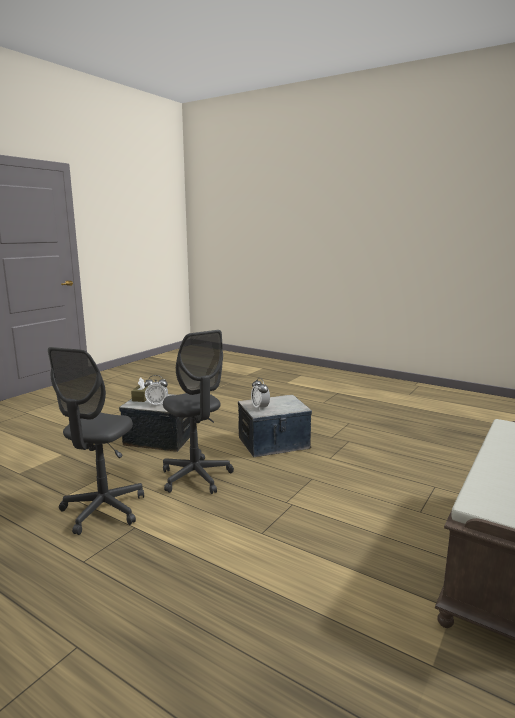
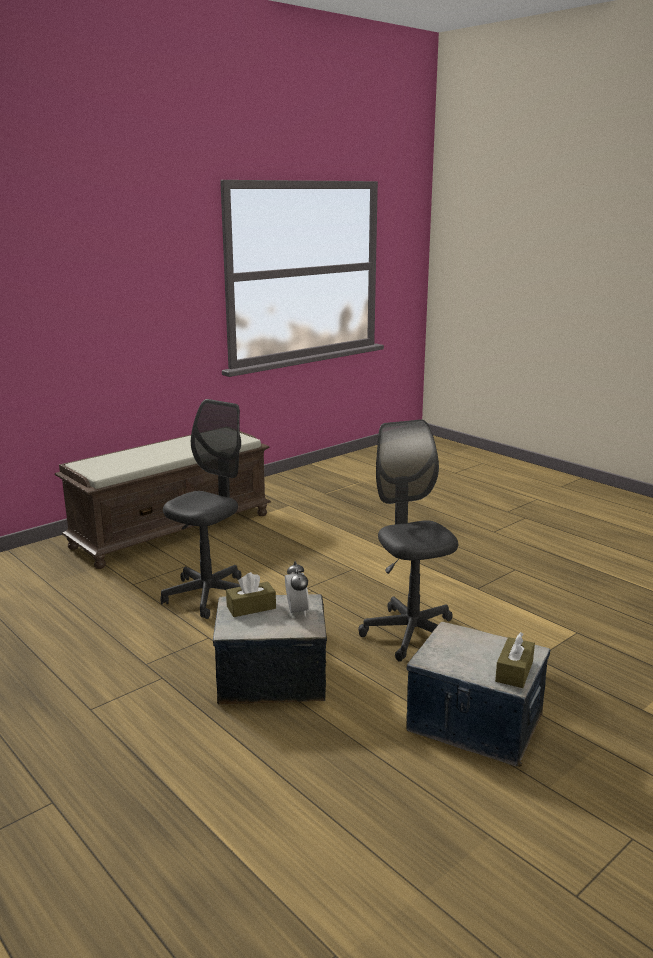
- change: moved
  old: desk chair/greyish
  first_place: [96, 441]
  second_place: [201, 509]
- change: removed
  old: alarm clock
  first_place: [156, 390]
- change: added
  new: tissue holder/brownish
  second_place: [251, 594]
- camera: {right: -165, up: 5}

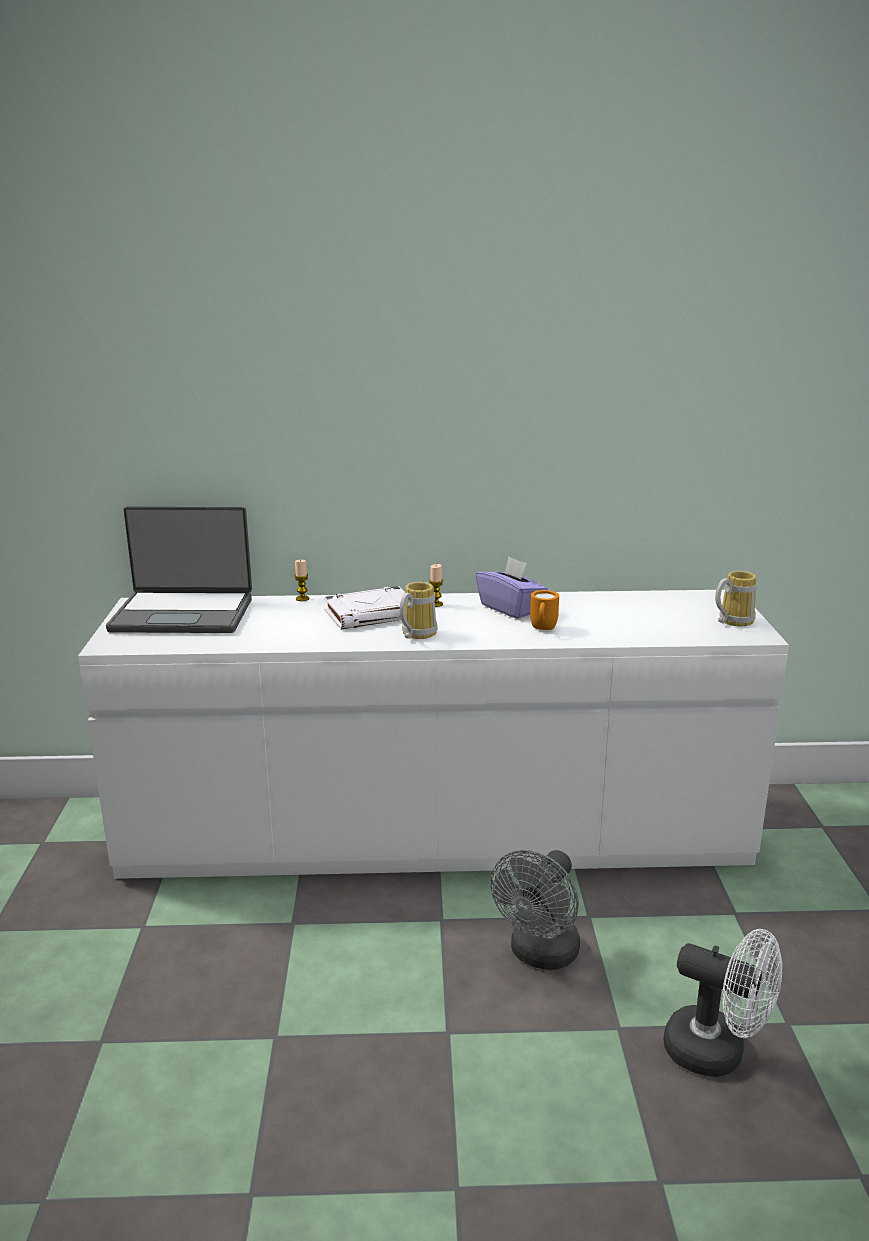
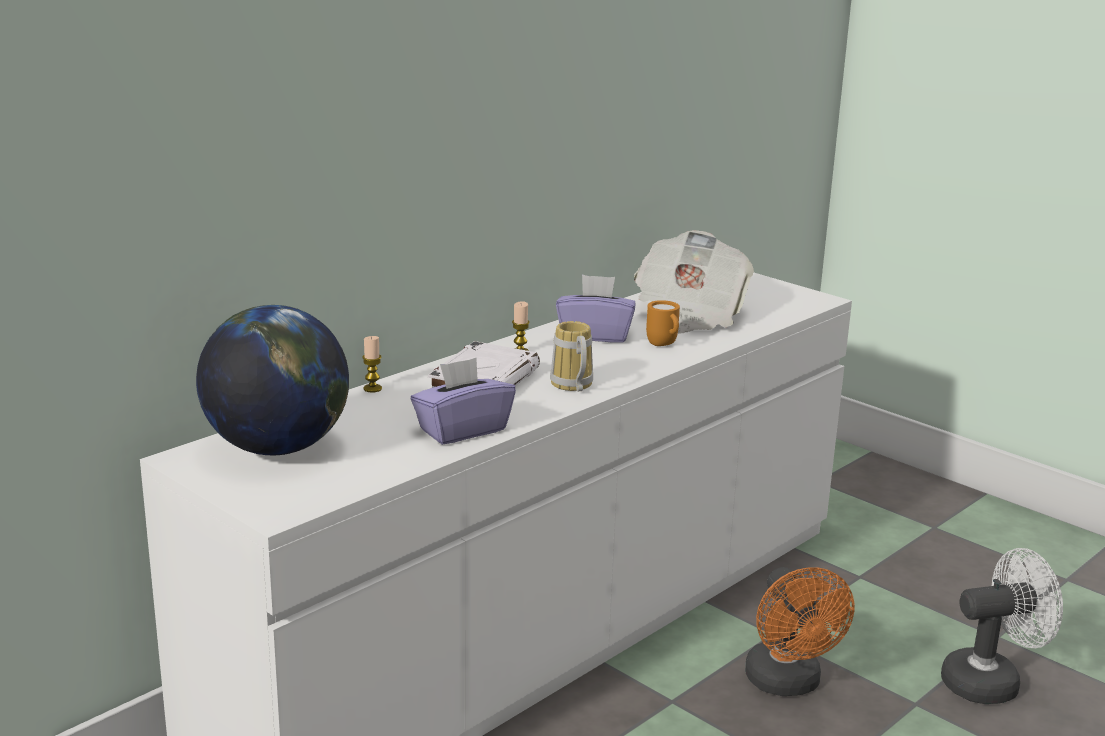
- change: replaced
  old: notebook computer
  new: desk globe
  first_place: [179, 569]
  second_place: [272, 380]
- change: removed
  old: tea mug
  first_place: [736, 598]
- change: recoloured
  old: electric fan/greyish
  new: electric fan/orangey
  first_place: [535, 910]
  second_place: [800, 631]
- change: added
  new: daily paper
  second_place: [694, 282]
- change: added
  new: tissue holder/purplish
  second_place: [463, 401]
- camera: {right: -45, up: 0}

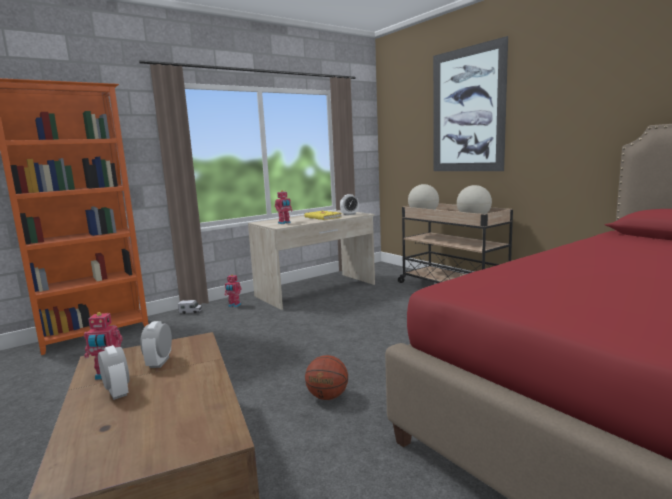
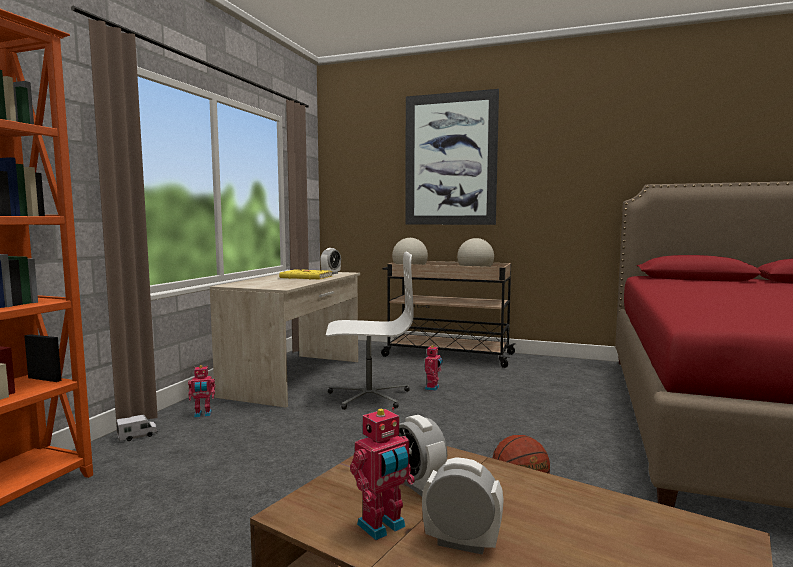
- change: moved
  old: model robot
  first_place: [284, 207]
  second_place: [434, 368]
- change: added
  new: desk chair/white
  second_place: [370, 331]
- camera: {right: -35, up: -5}

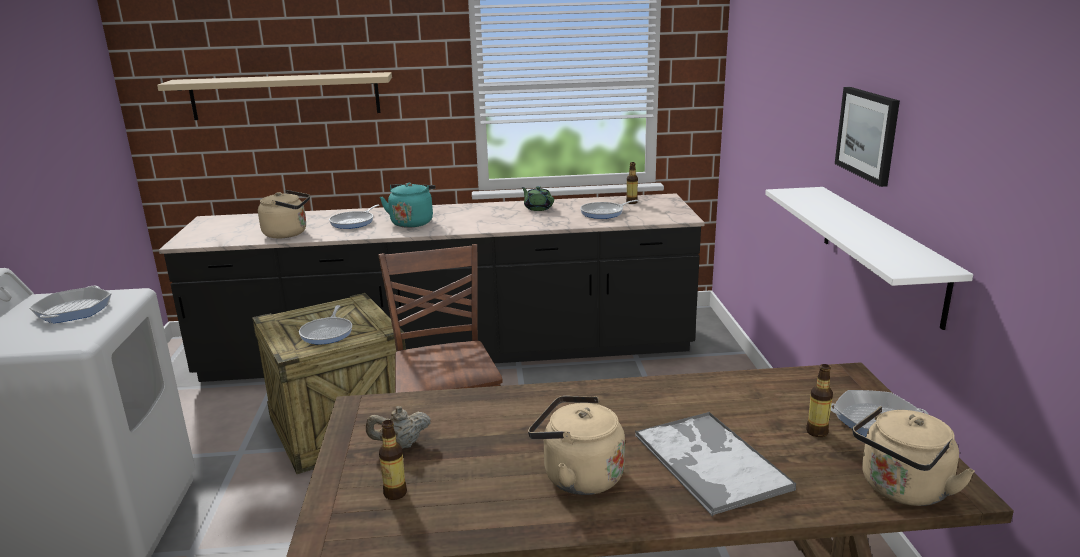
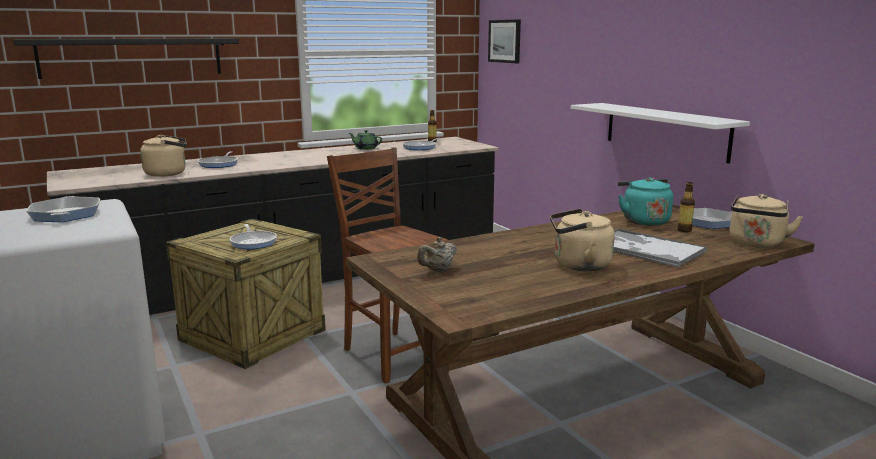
- change: recoloured
  old: wall shelf/beige
  new: wall shelf/blackish
  first_place: [274, 96]
  second_place: [126, 58]
- change: moved
  old: wall art
  first_place: [867, 137]
  second_place: [504, 41]
- change: moved
  old: kettle/blue-green
  first_place: [408, 205]
  second_place: [645, 201]
- change: removed
  old: beverage bottle
  first_place: [393, 460]
- camera: {right: -25, up: -5}

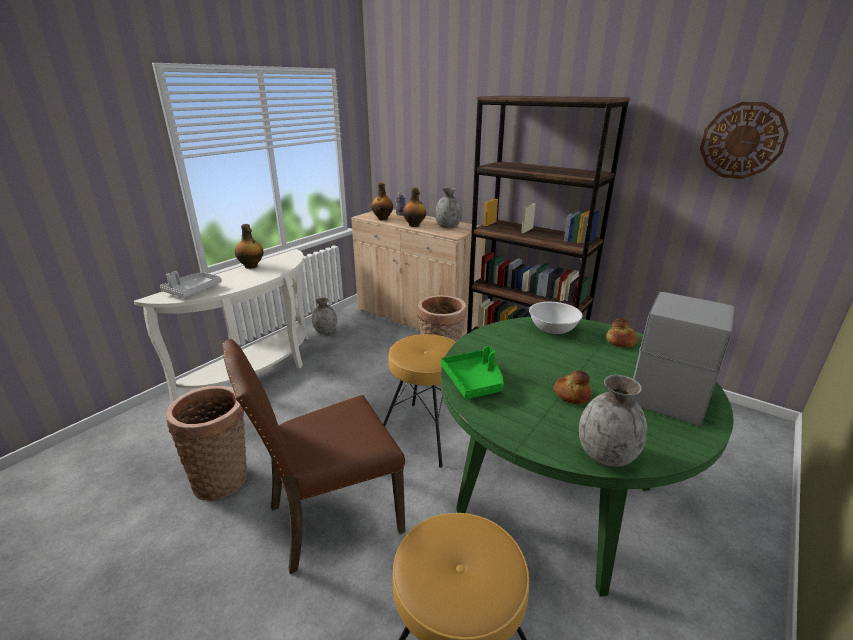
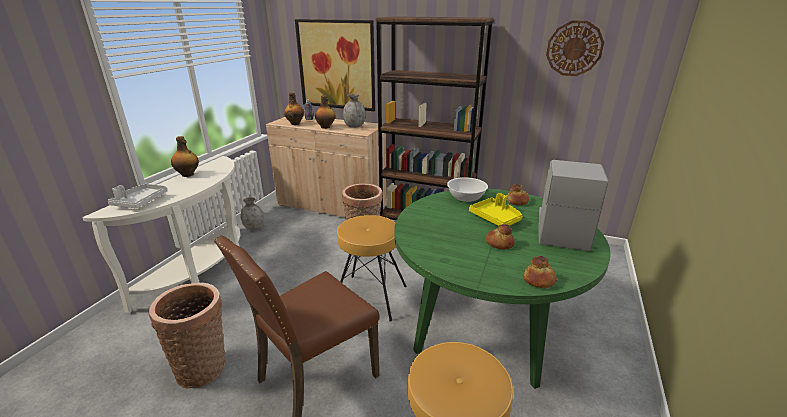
- change: removed
  old: serving tray/greenish
  first_place: [472, 372]
- change: replaced
  old: flower vase/greyish
  new: bakery bread
  first_place: [613, 421]
  second_place: [540, 272]
- change: added
  new: wall art
  second_place: [335, 65]
- change: added
  new: serving tray/yellow-coloured
  second_place: [495, 209]
- camera: {right: -15, up: 0}

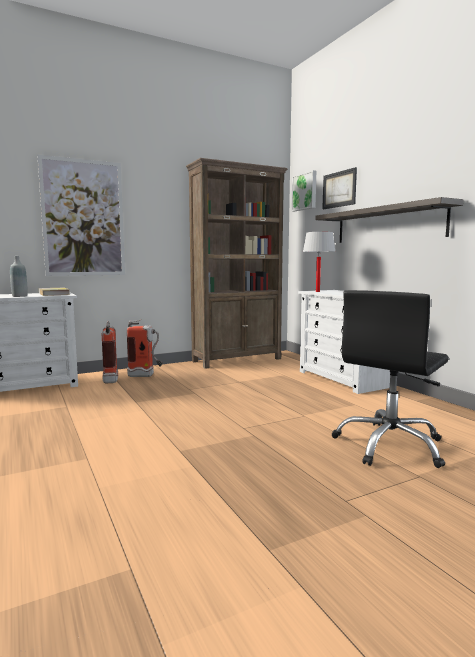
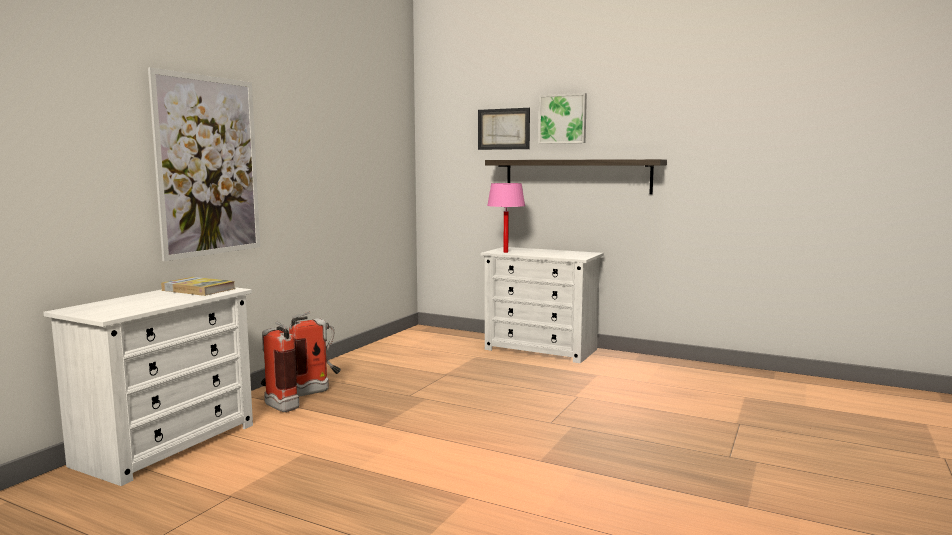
- change: removed
  old: bookshelf/brownish
  first_place: [237, 263]
- change: moved
  old: wall art
  first_place: [303, 190]
  second_place: [563, 118]
- change: recoloured
  old: tabletop lamp/white
  new: tabletop lamp/pinkish
  first_place: [319, 262]
  second_place: [506, 218]
- change: removed
  old: beverage bottle/greyish
  first_place: [19, 276]
- change: removed
  old: desk chair/blackish
  first_place: [390, 379]
- camera: {right: -35, up: 0}

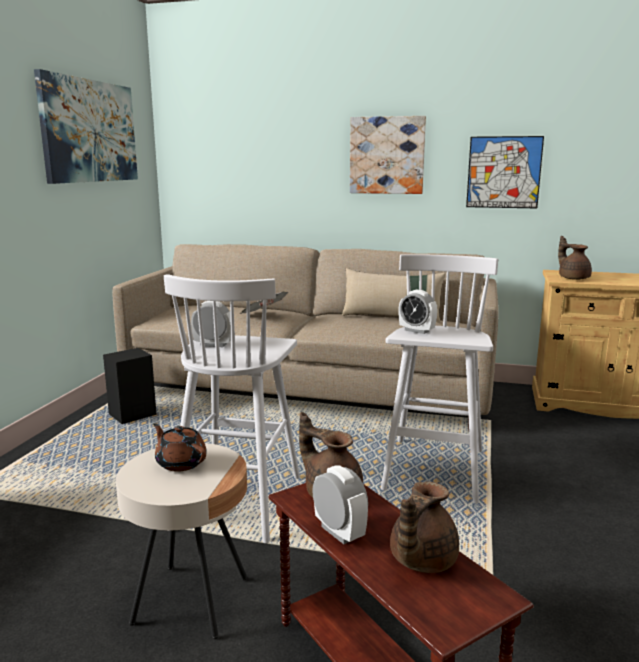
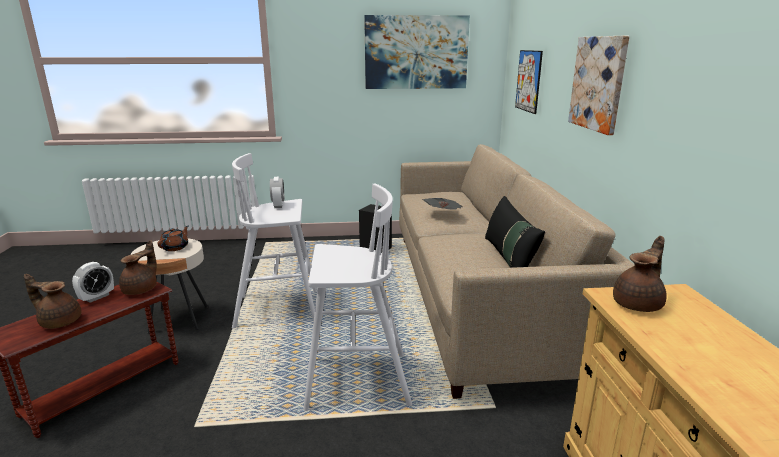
- change: moved
  old: wall art
  first_place: [505, 172]
  second_place: [529, 82]
- change: recoloured
  old: pillow/beige
  new: pillow/blackish
  first_place: [394, 295]
  second_place: [515, 232]
- change: removed
  old: alarm clock
  first_place: [418, 312]
- camera: {right: 70, up: 5}

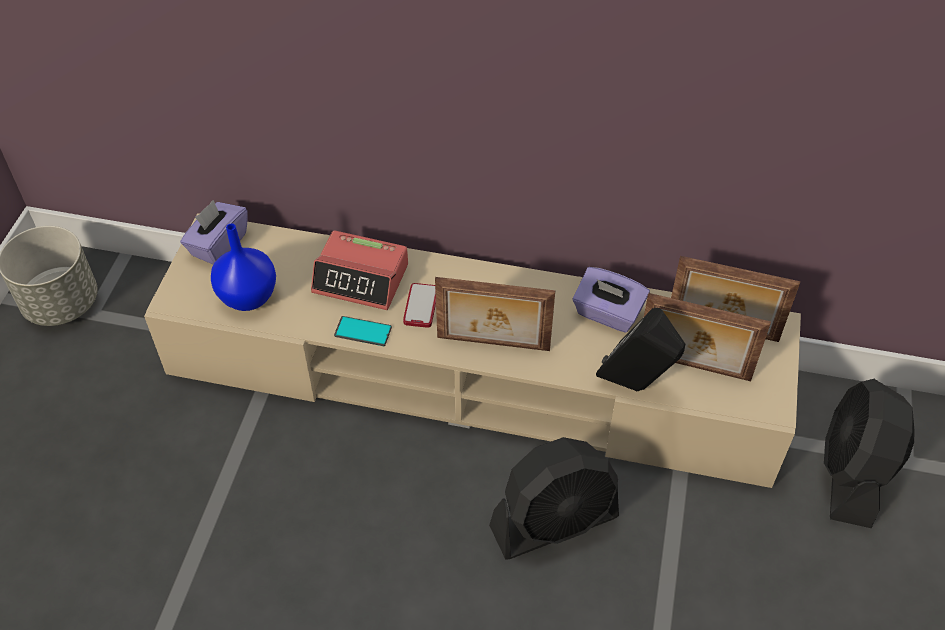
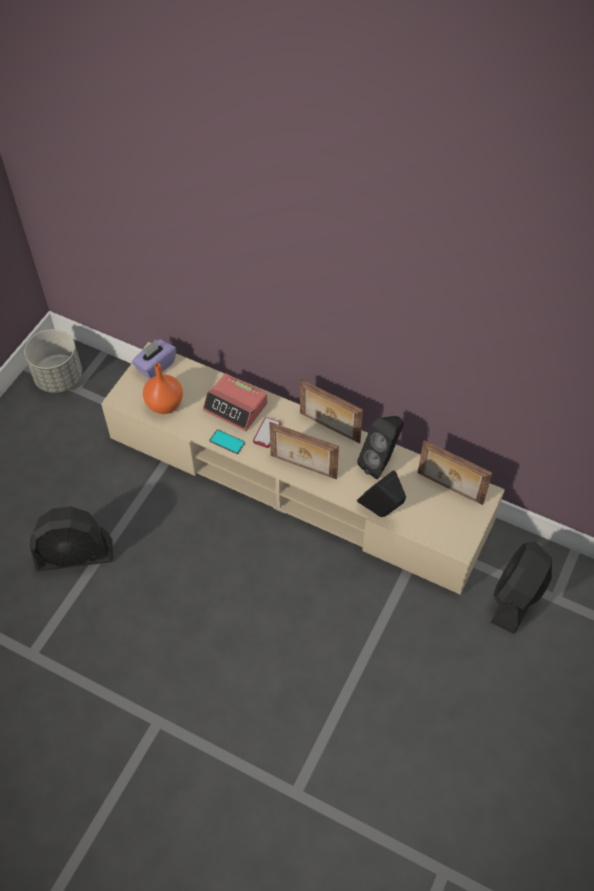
- change: recoloured
  old: flower vase/bluish
  new: flower vase/orangey
  first_place: [243, 267]
  second_place: [163, 388]
- change: replaced
  old: tissue holder/purplish
  new: loudspeaker/blackish
  first_place: [611, 300]
  second_place: [380, 447]
- change: moved
  old: standing frame
  first_place: [707, 337]
  second_place: [331, 411]
- change: moved
  old: electric fan/blackish
  first_place: [554, 498]
  second_place: [71, 539]
- camera: {right: 15, up: 5}

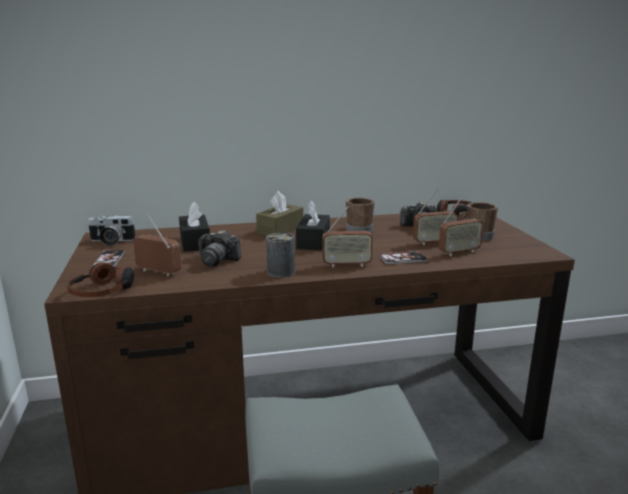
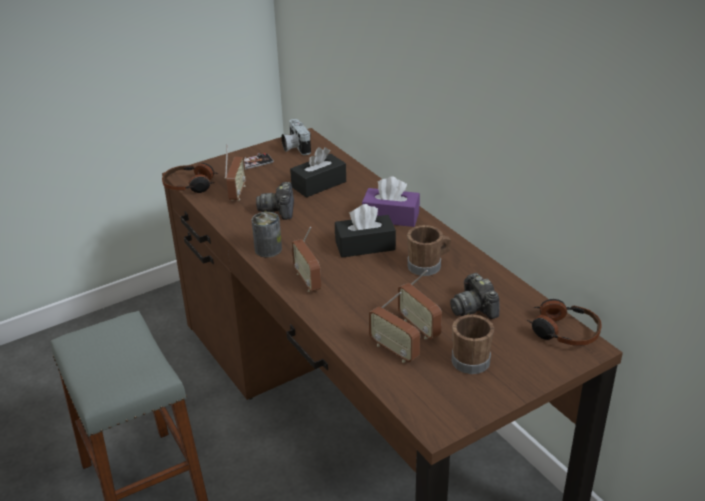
- change: recoloured
  old: tissue holder/brownish
  new: tissue holder/purplish
  first_place: [279, 213]
  second_place: [391, 201]
- change: removed
  old: handset
  first_place: [404, 257]
- camera: {right: 70, up: 15}

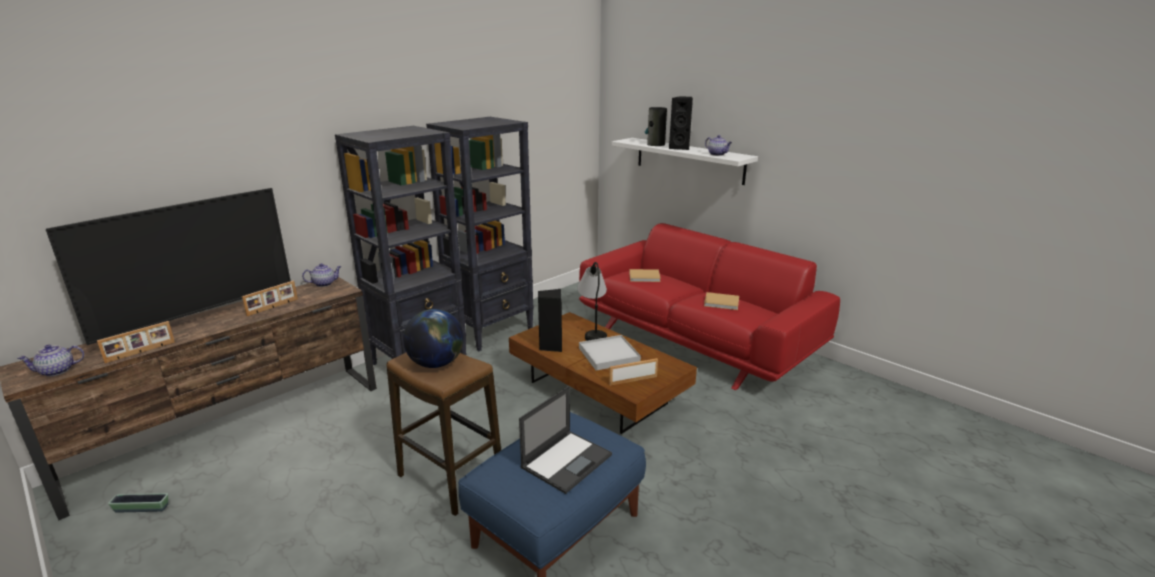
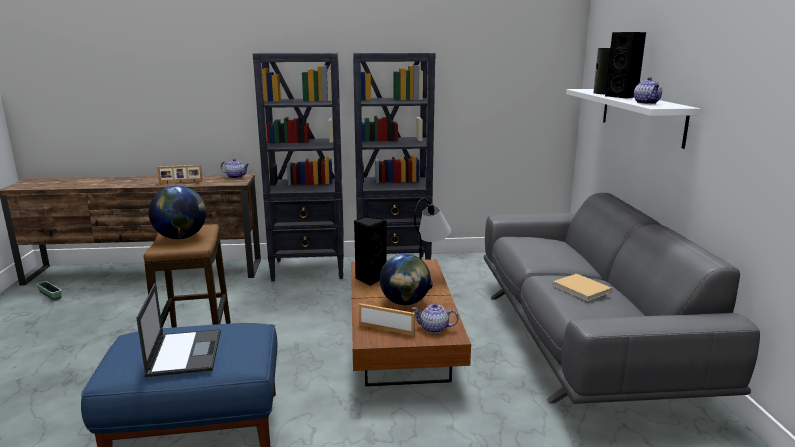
- change: removed
  old: TV set
  first_place: [168, 266]
- change: recoloured
  old: settee/reddish
  new: settee/greyish
  first_place: [709, 306]
  second_place: [622, 298]
- change: removed
  old: volume/beige
  first_place: [645, 275]
- change: removed
  old: standing frame
  first_place: [136, 342]
- change: replaced
  old: serving tray/white
  new: desk globe
  first_place: [610, 353]
  second_place: [405, 279]
- change: moved
  old: tea pot
  first_place: [50, 361]
  second_place: [434, 318]
- change: turned
  old: notebook computer
  first_place: [565, 440]
  second_place: [178, 330]
  degrees: -90
- camera: {right: 40, up: -5}

